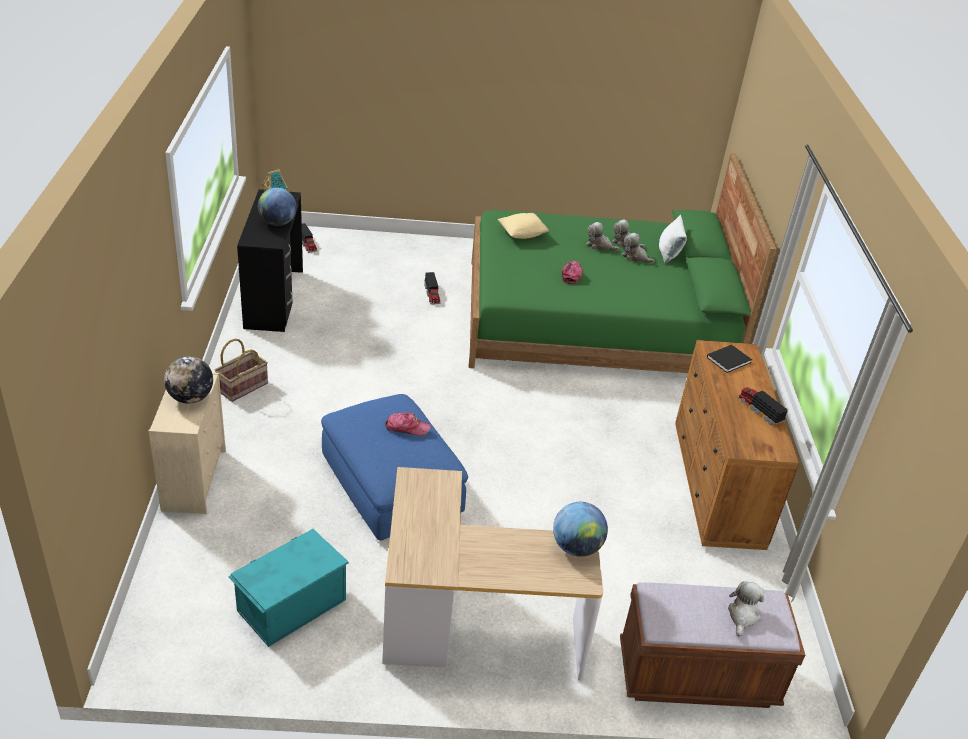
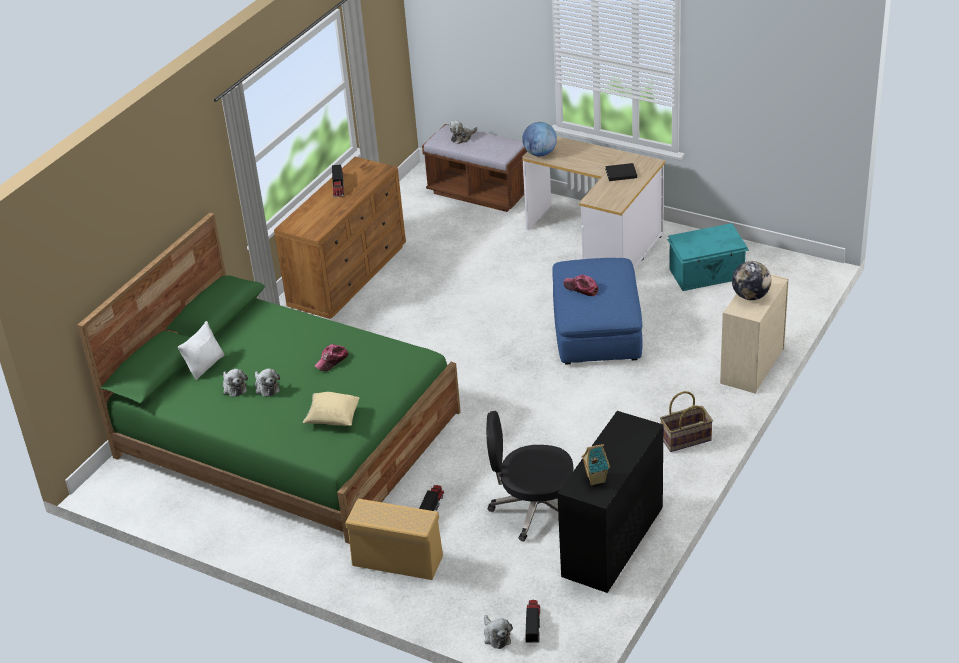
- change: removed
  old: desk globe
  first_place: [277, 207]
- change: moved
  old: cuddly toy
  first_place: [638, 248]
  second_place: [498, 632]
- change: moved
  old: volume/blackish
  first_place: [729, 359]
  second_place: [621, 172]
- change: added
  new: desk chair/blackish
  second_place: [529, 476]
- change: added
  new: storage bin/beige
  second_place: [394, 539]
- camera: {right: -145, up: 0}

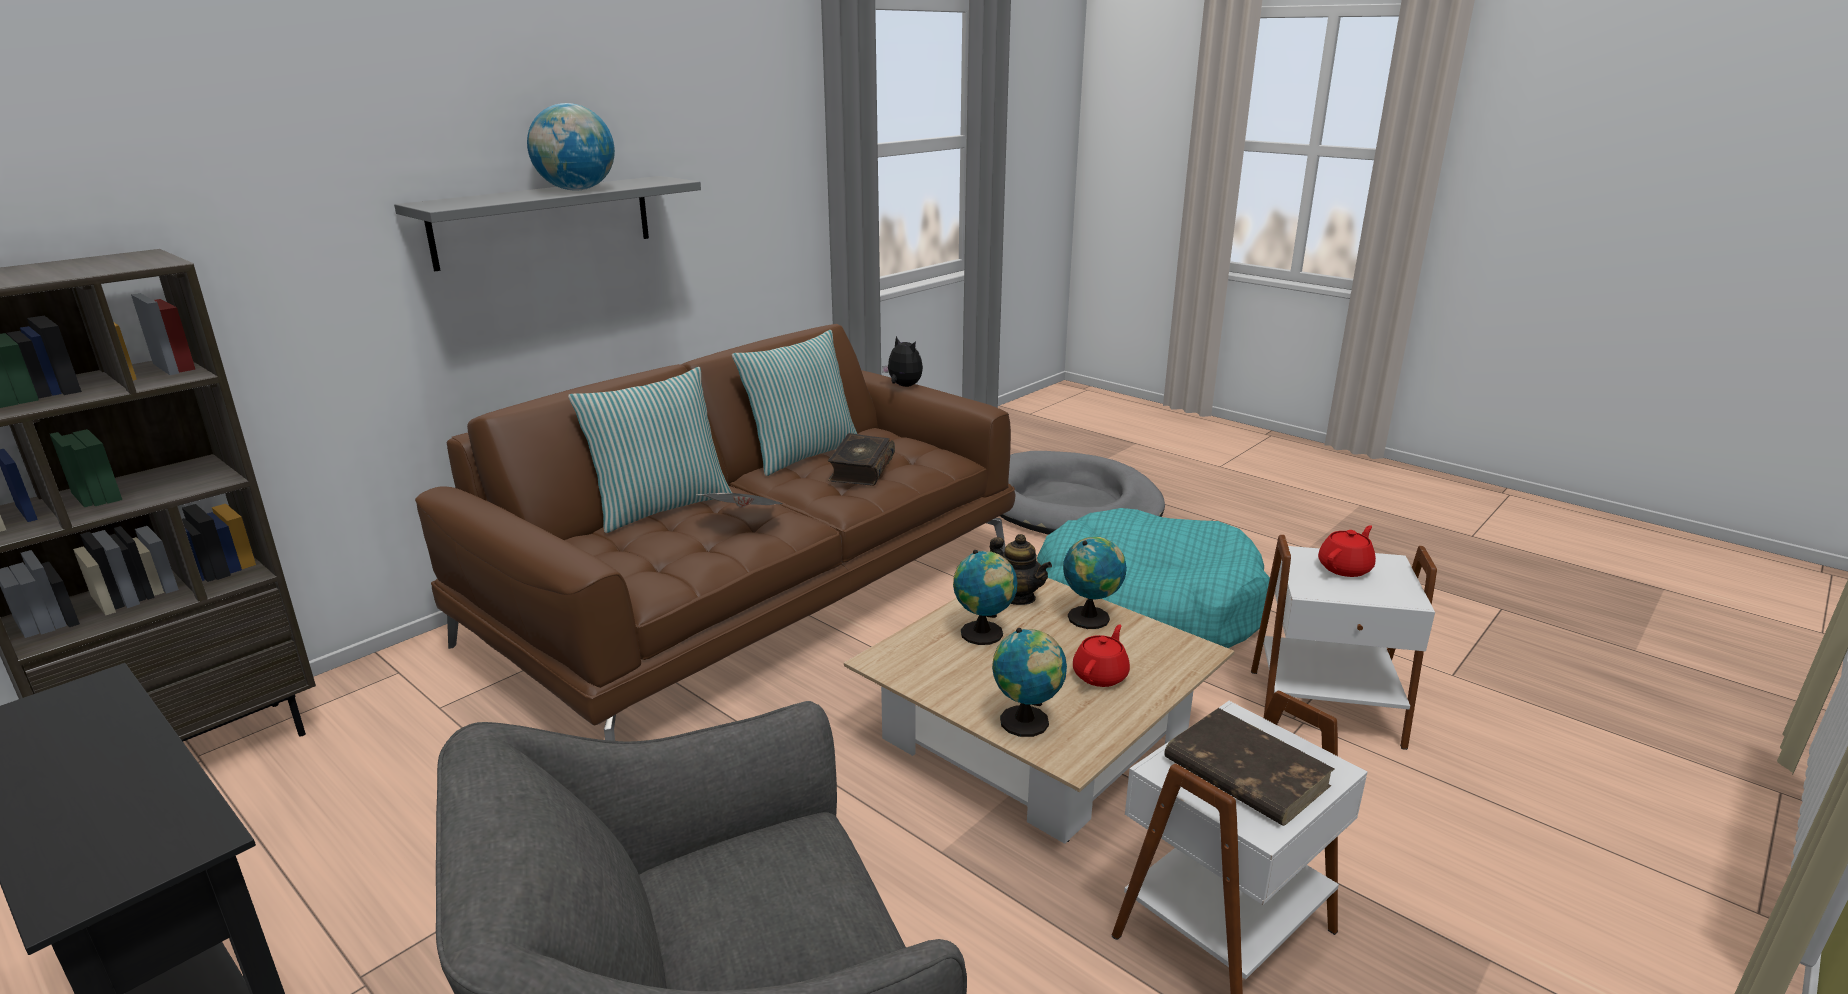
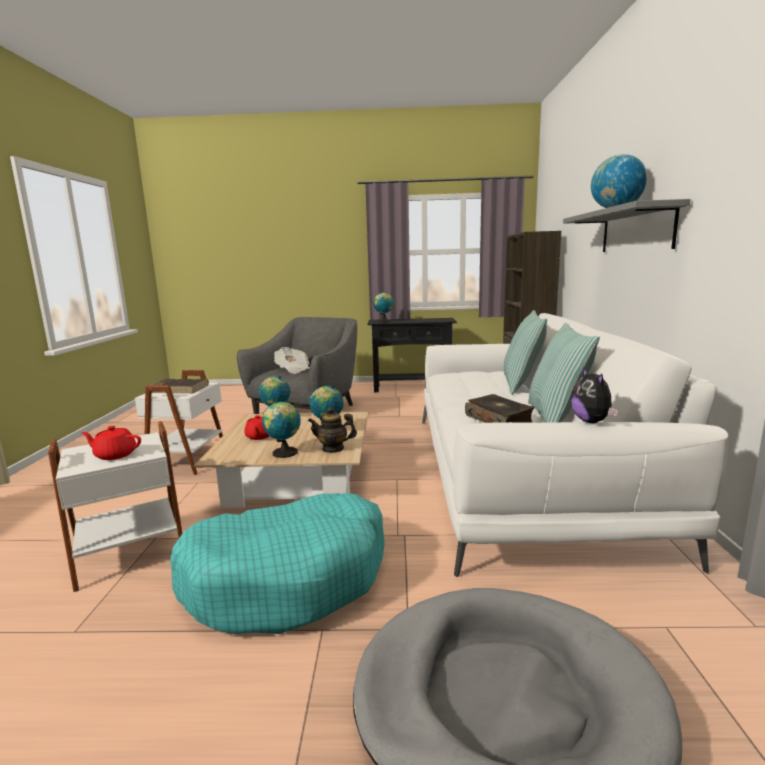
- change: recoloured
  old: settee/brownish
  new: settee/white
  first_place: [715, 532]
  second_place: [575, 445]
- change: turned
  old: cuddly toy
  first_place: [902, 361]
  second_place: [594, 395]
  degrees: 75
- change: moved
  old: daily paper
  first_place: [739, 500]
  second_place: [292, 360]
- change: turned
  old: tea pot/reddish
  first_place: [1347, 551]
  second_place: [111, 443]
  degrees: 90
- change: added
  new: desk globe
  second_place: [383, 307]
- camera: {right: 140, up: -10}

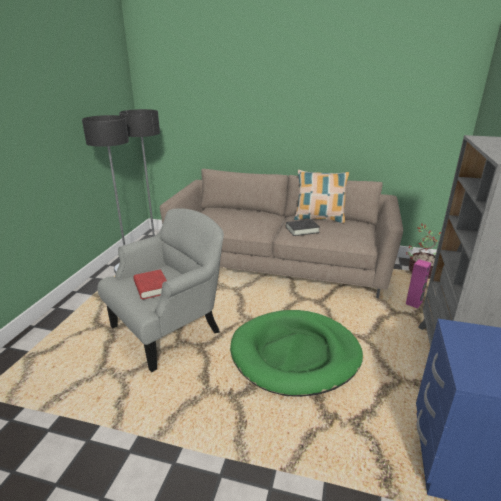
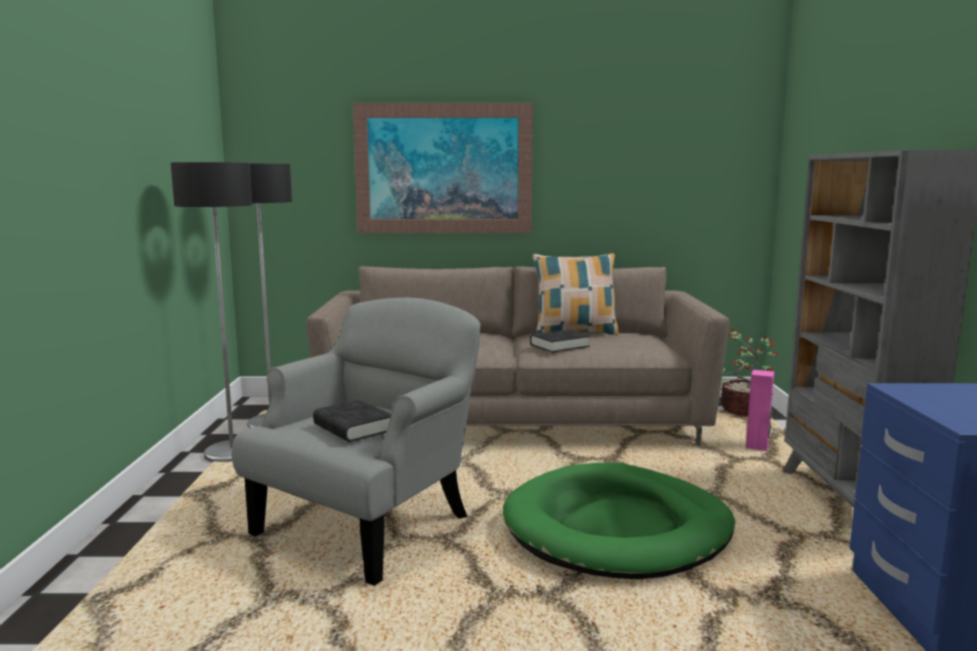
- change: recoloured
  old: volume/reddish
  new: volume/blackish
  first_place: [150, 284]
  second_place: [352, 421]
- change: added
  new: wall art
  second_place: [443, 168]
- camera: {right: -15, up: -15}

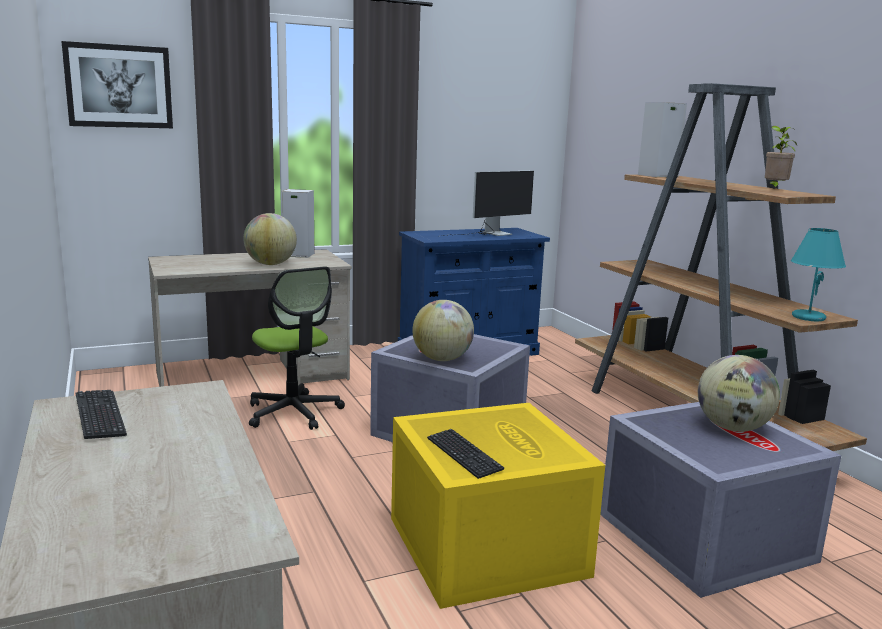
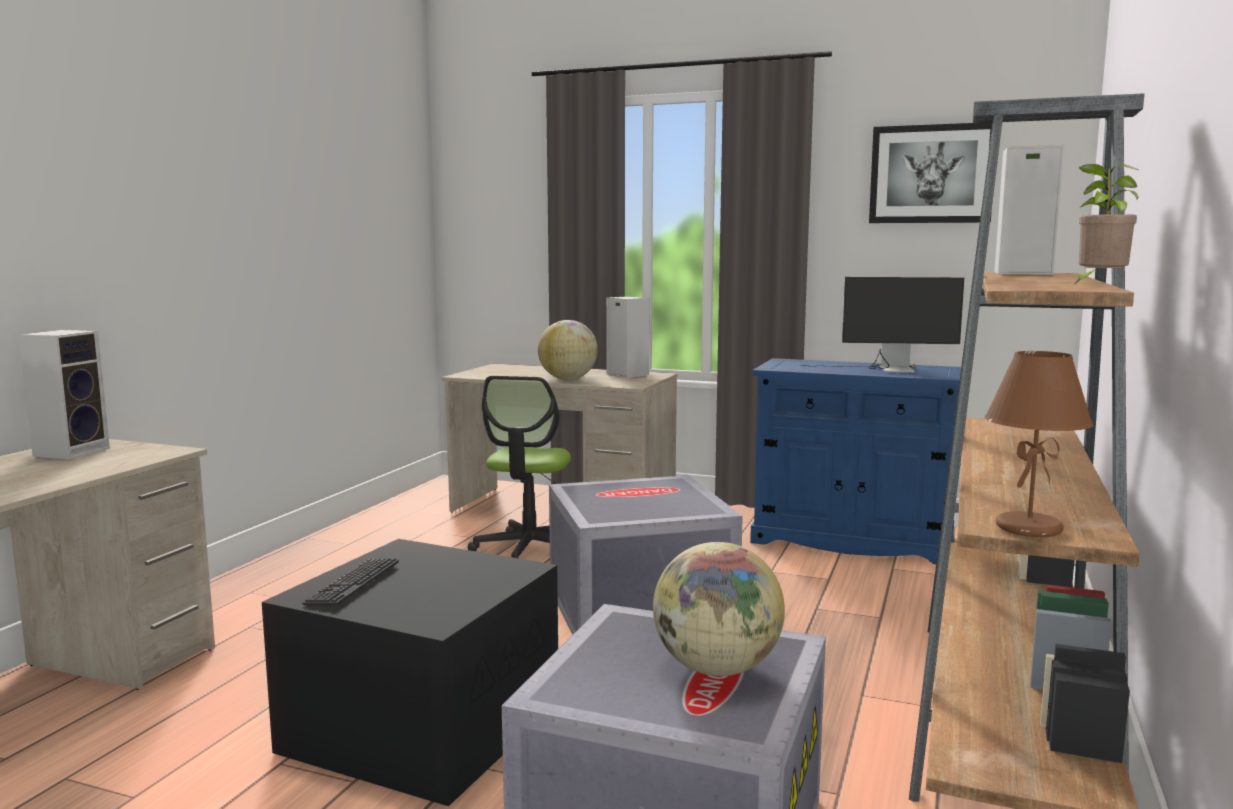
- change: moved
  old: wall art
  first_place: [117, 84]
  second_place: [930, 173]
- change: recoloured
  old: tabletop lamp/blue-green
  new: tabletop lamp/brownish
  first_place: [818, 274]
  second_place: [1039, 444]
- change: removed
  old: desk globe
  first_place: [443, 330]
- change: replaced
  old: computer keyboard
  new: loudspeaker
  first_place: [101, 414]
  second_place: [64, 395]
- change: recoloured
  old: storage bin/yellow-coloured
  new: storage bin/blackish
  first_place: [498, 506]
  second_place: [410, 672]
- camera: {right: 45, up: -5}

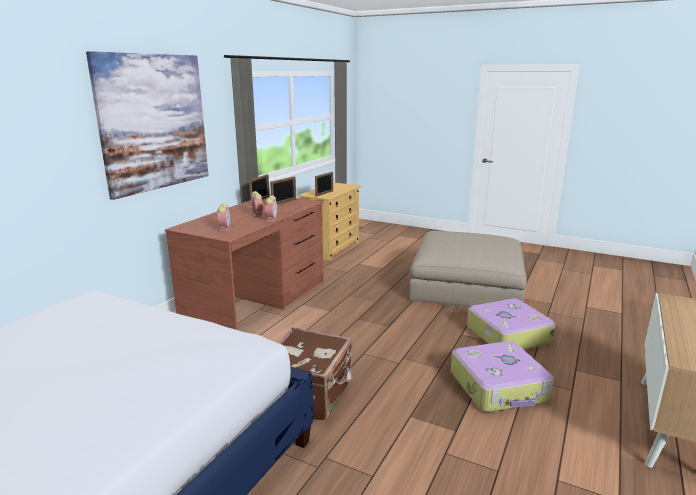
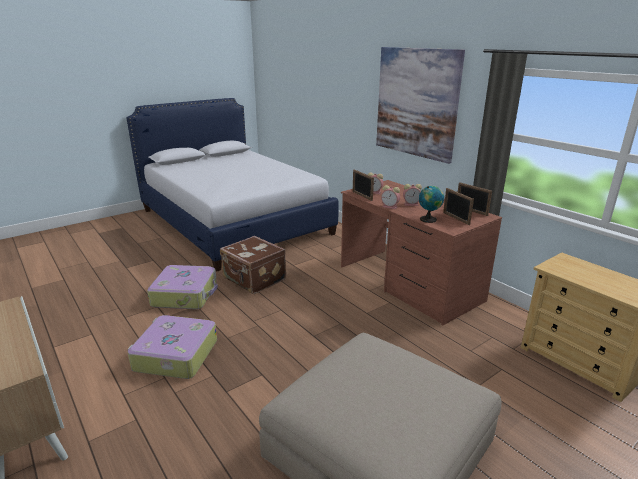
- change: moved
  old: standing frame
  first_place: [324, 184]
  second_place: [363, 185]
- change: moved
  old: travel case
  first_place: [511, 324]
  second_place: [182, 287]
- change: added
  new: desk globe
  second_place: [431, 204]
- camera: {right: 115, up: 5}

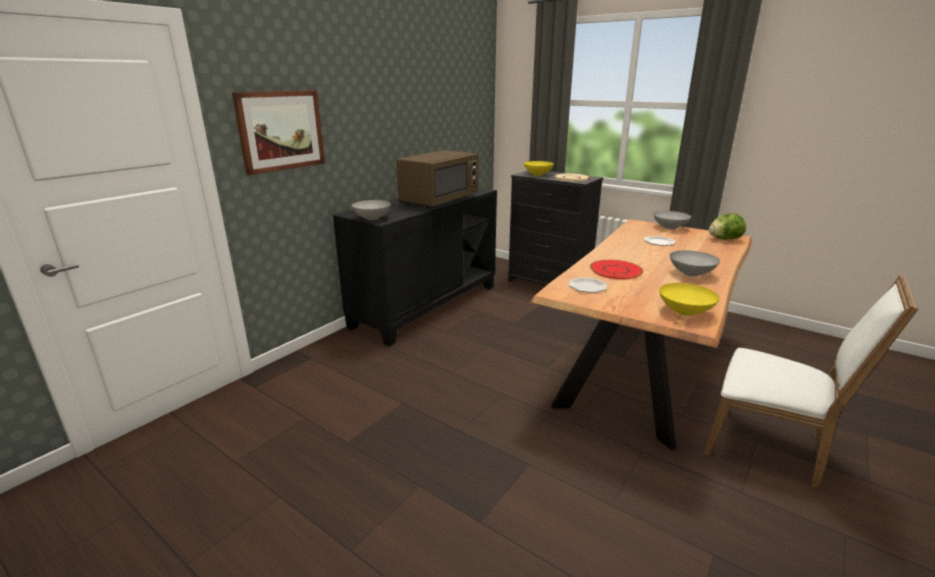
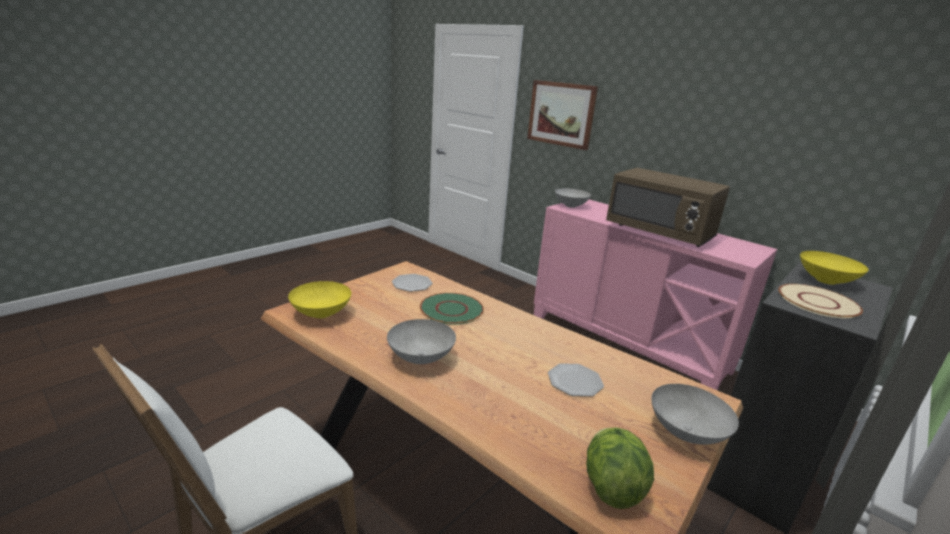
- change: recoloured
  old: storage cabinet/blackish
  new: storage cabinet/pinkish
  first_place: [415, 267]
  second_place: [655, 295]
- change: recoloured
  old: plate/reddish
  new: plate/greenish
  first_place: [616, 270]
  second_place: [452, 309]
- camera: {right: 95, up: 0}

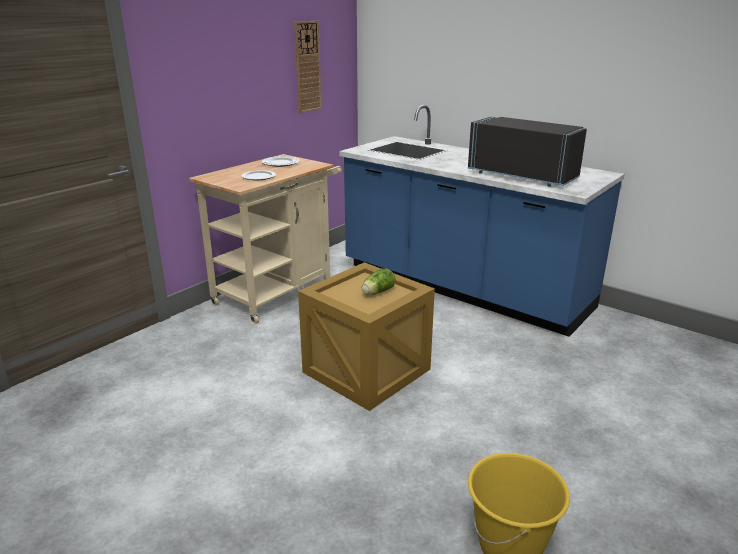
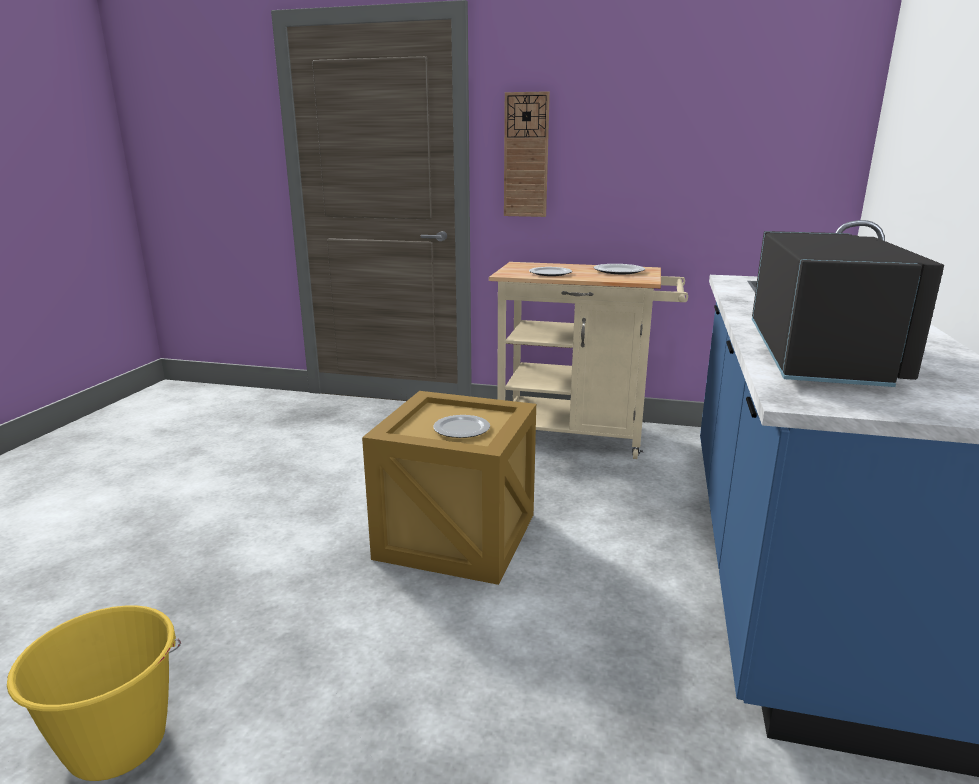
- change: moved
  old: hanging clock
  first_place: [308, 67]
  second_place: [527, 154]
- change: replaced
  old: lettuce
  new: plate
  first_place: [379, 281]
  second_place: [461, 426]
- camera: {right: 65, up: -5}

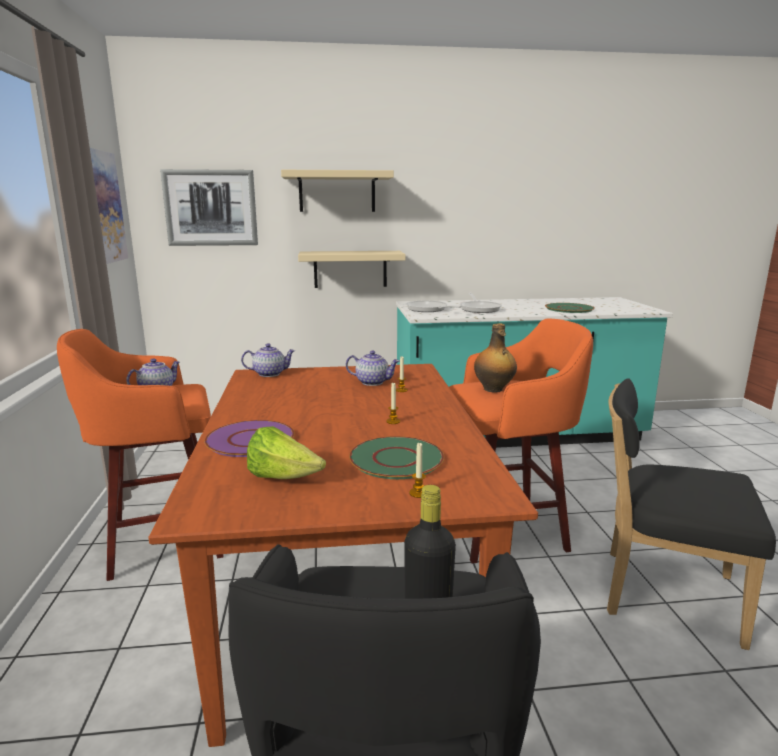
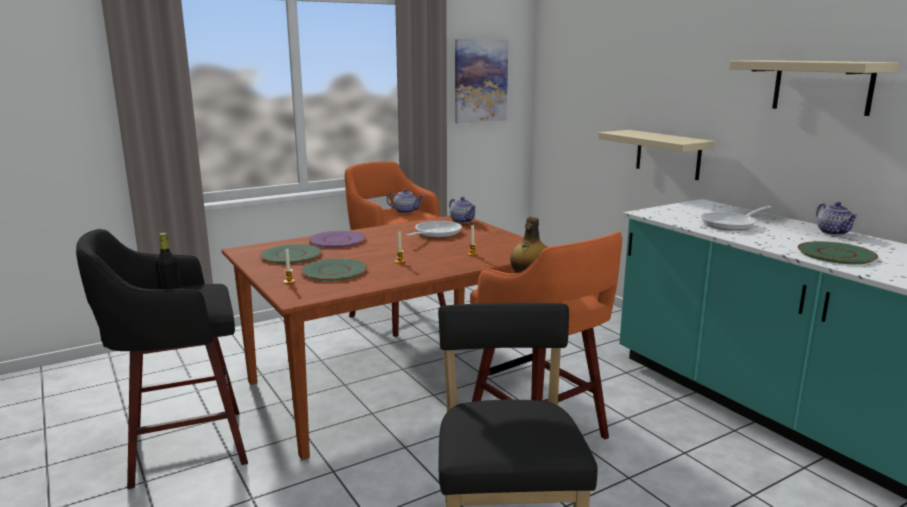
- change: removed
  old: wall art
  first_place: [209, 207]
- change: moved
  old: wall shelf/beige
  first_place: [337, 191]
  second_place: [814, 88]
- change: moved
  old: skillet
  first_place: [434, 306]
  second_place: [434, 229]
- change: moved
  old: tea pot
  first_place: [373, 368]
  second_place: [837, 219]
- change: replaced
  old: lettuce
  new: plate/greenish
  first_place: [286, 452]
  second_place: [291, 254]
- camera: {right: 65, up: 0}

